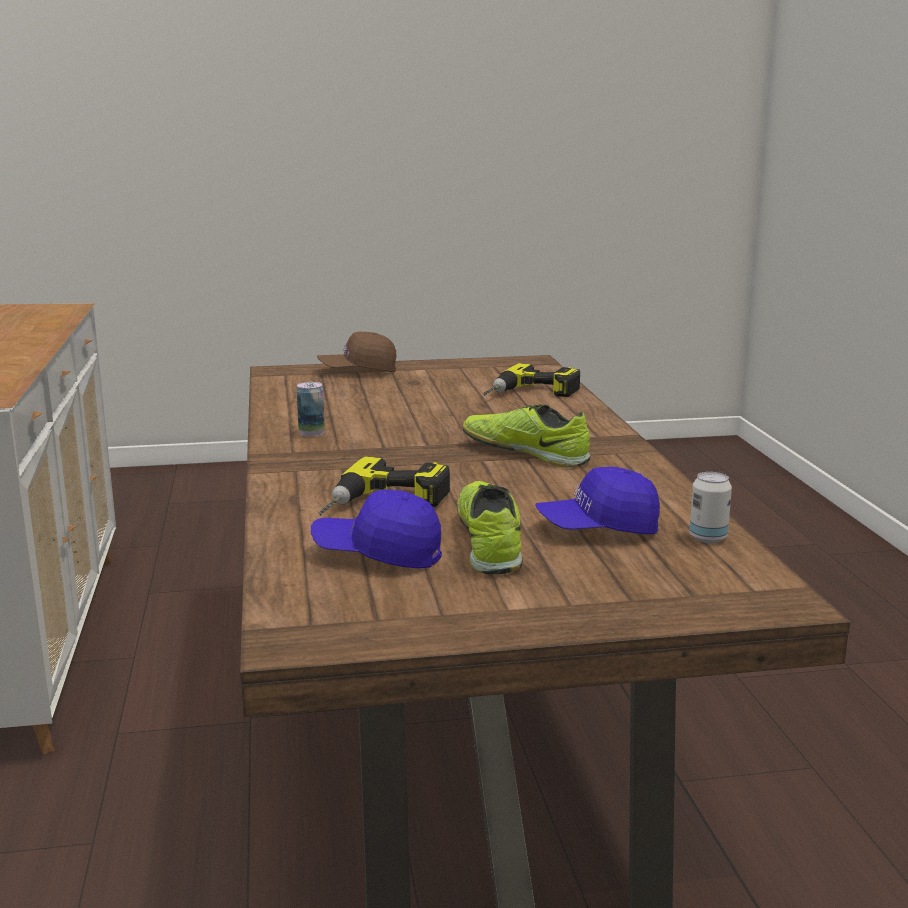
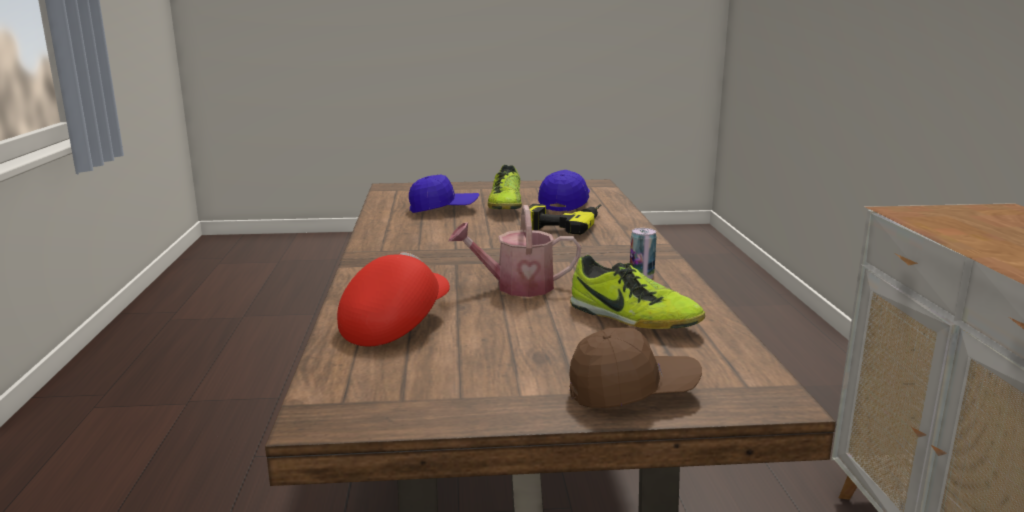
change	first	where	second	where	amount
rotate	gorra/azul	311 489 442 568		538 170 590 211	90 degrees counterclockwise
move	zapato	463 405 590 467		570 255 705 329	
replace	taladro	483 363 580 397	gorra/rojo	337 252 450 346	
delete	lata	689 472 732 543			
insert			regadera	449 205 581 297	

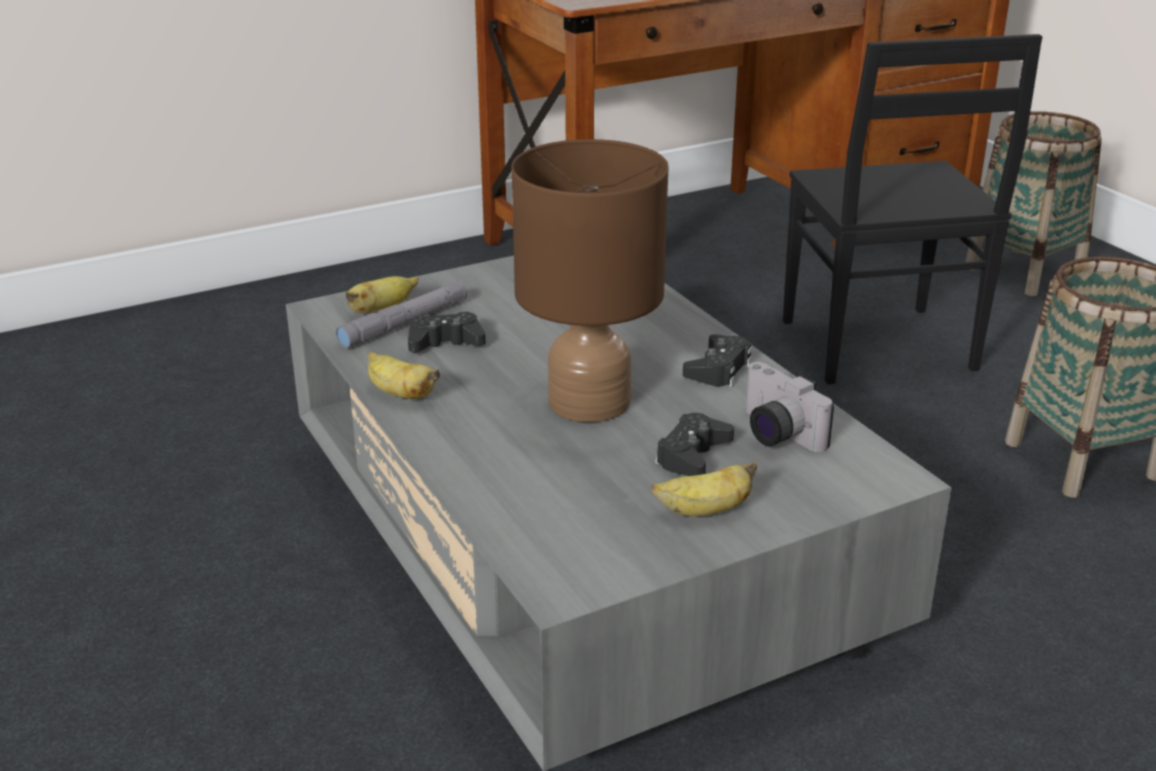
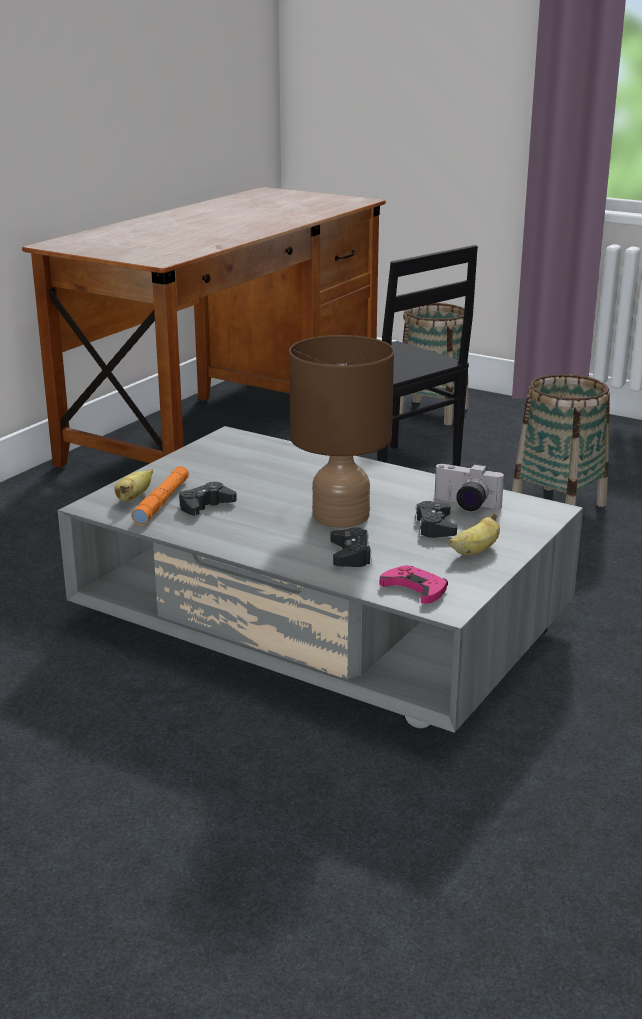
change	first	where	second	where	amount
recolor	linterna/gris	336 281 467 349	linterna/naranja	131 466 189 525	
delete	plátano	368 352 440 399			
move	mando de consola/negro	683 334 752 387		331 527 372 567	
insert			mando de consola/rosa	380 565 448 604	

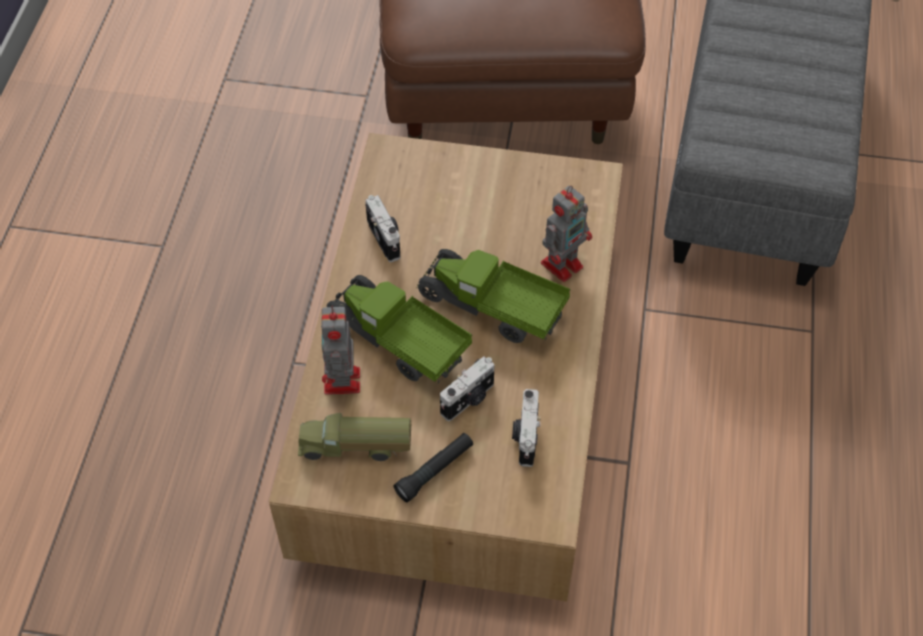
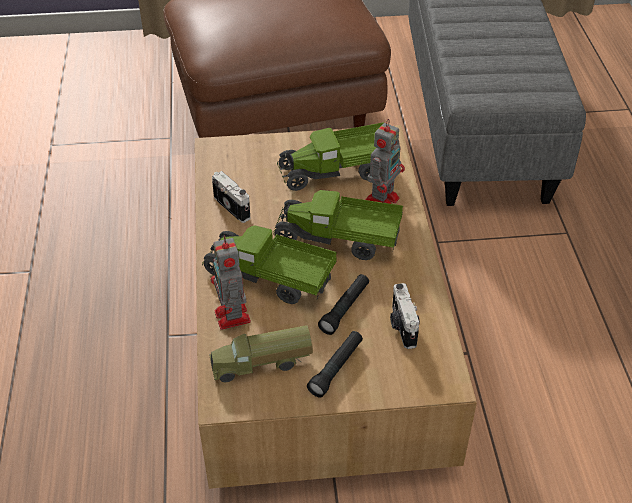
change	first	where	second	where	amount
replace	cámara	440 356 494 421	linterna/negro	318 274 369 335	
insert			camión de juguete	277 122 384 191	

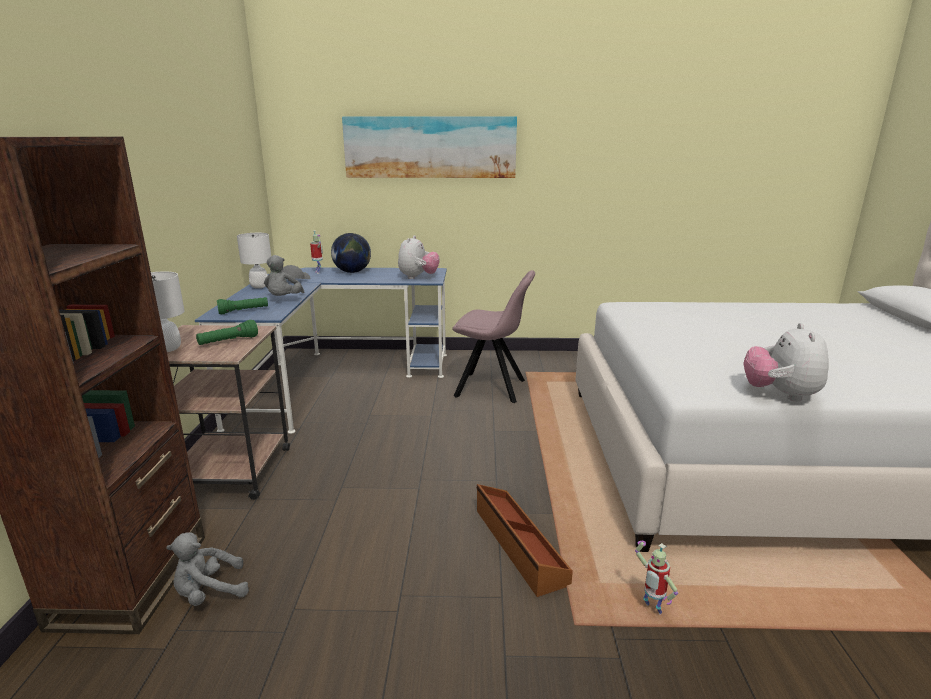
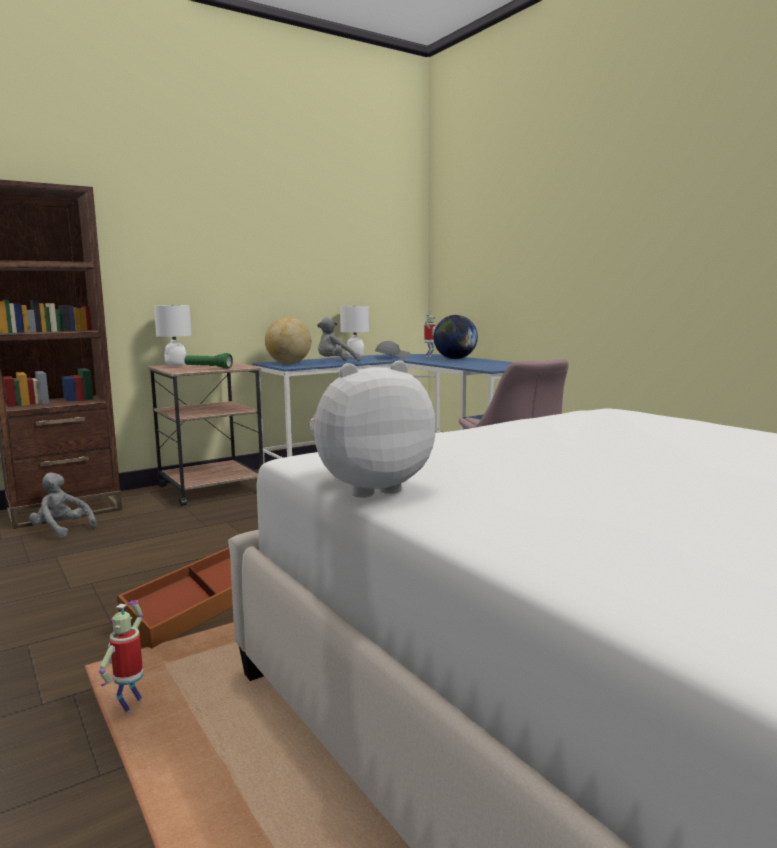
change	first	where	second	where	amount
replace	linterna/verde	217 297 268 314	globo terráqueo	265 317 311 364	
delete	cuadro	342 116 517 178			
delete	peluche	398 235 440 279			

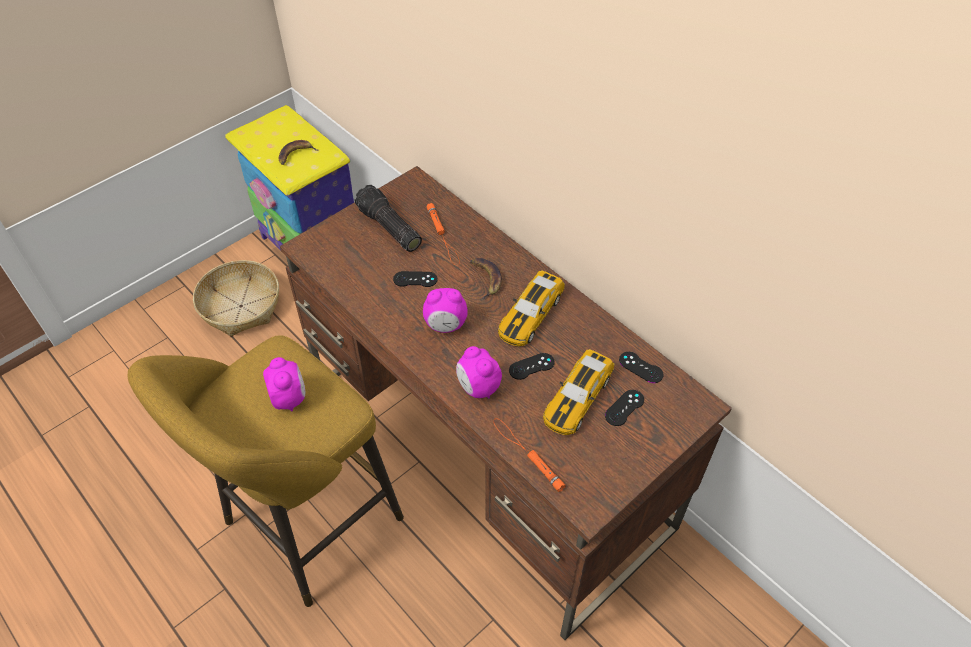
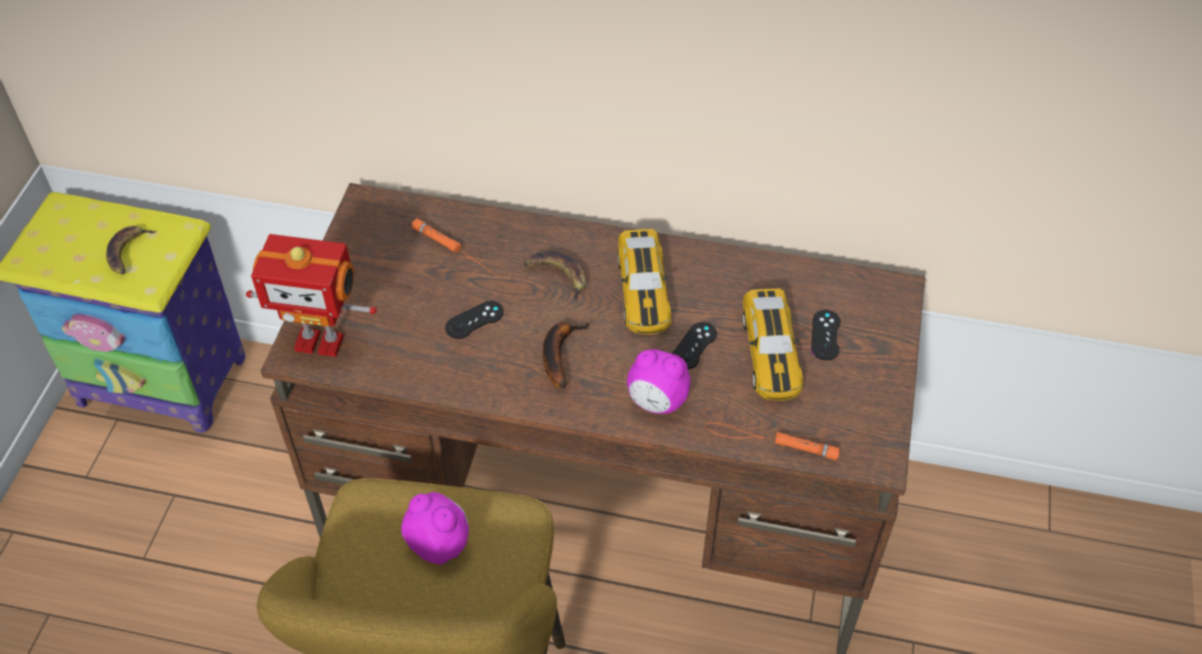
change	first	where	second	where	amount
delete	cesta	193 260 279 336			
delete	linterna	354 185 422 252			
replace	despertador	423 288 468 333	plátano	543 322 590 388	
delete	mando de consola/negro	619 352 664 383			
insert			robot de juguete	246 234 377 357	

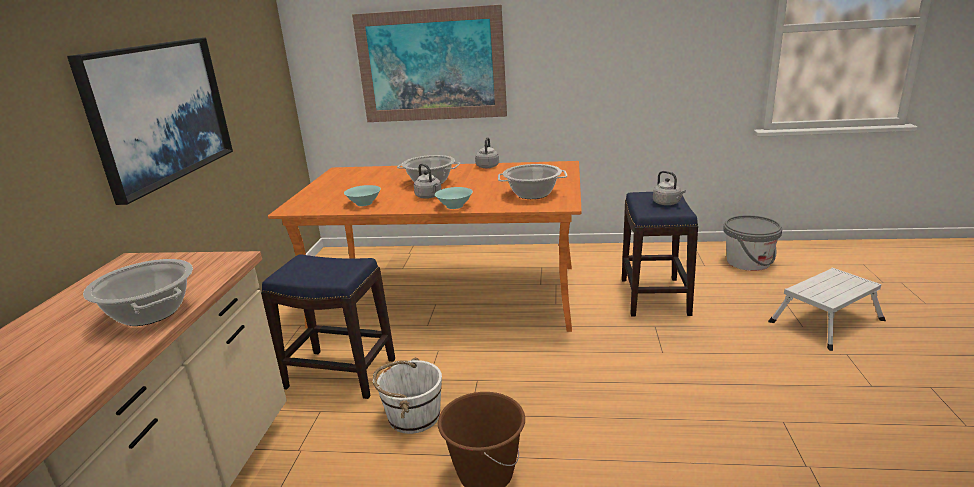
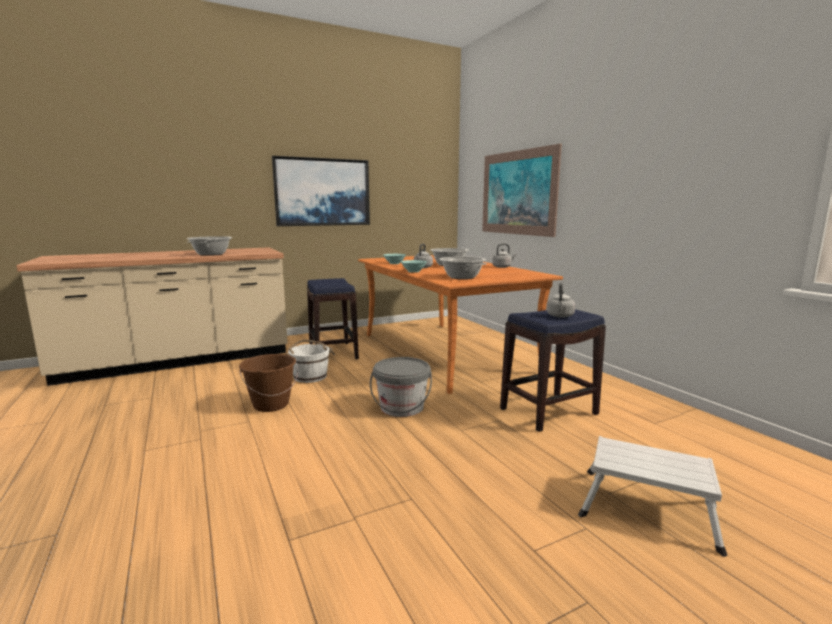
change	first	where	second	where	amount
move	cubo/gris	723 215 782 271		370 357 432 417	

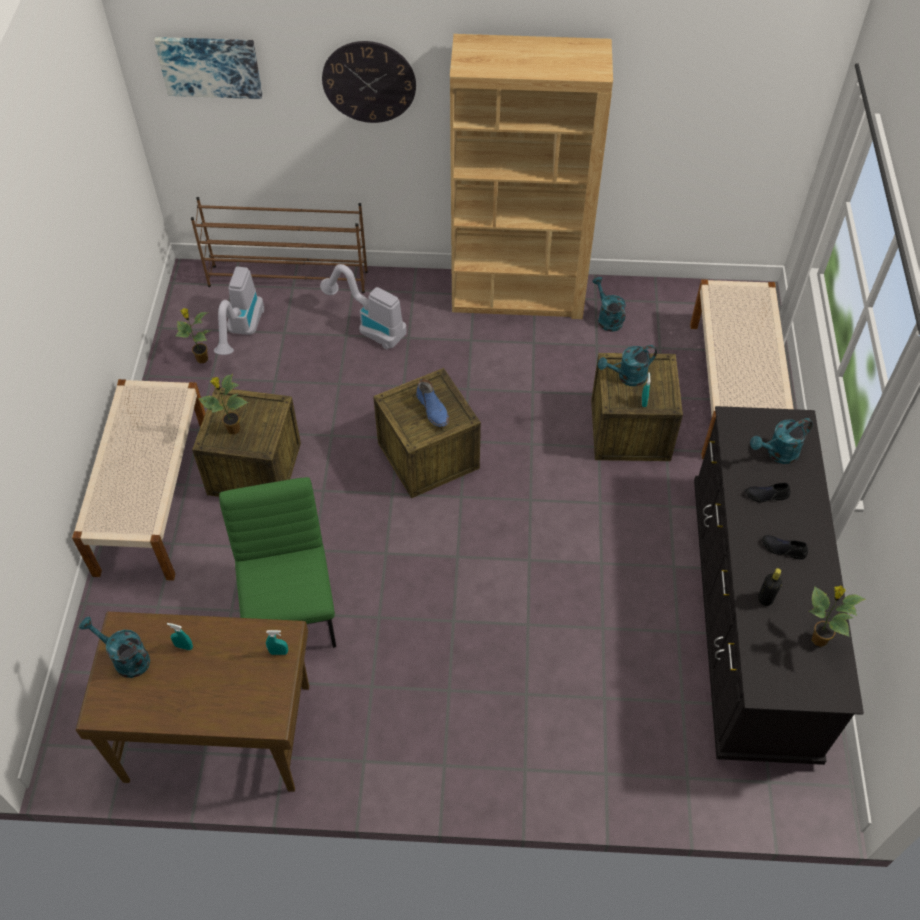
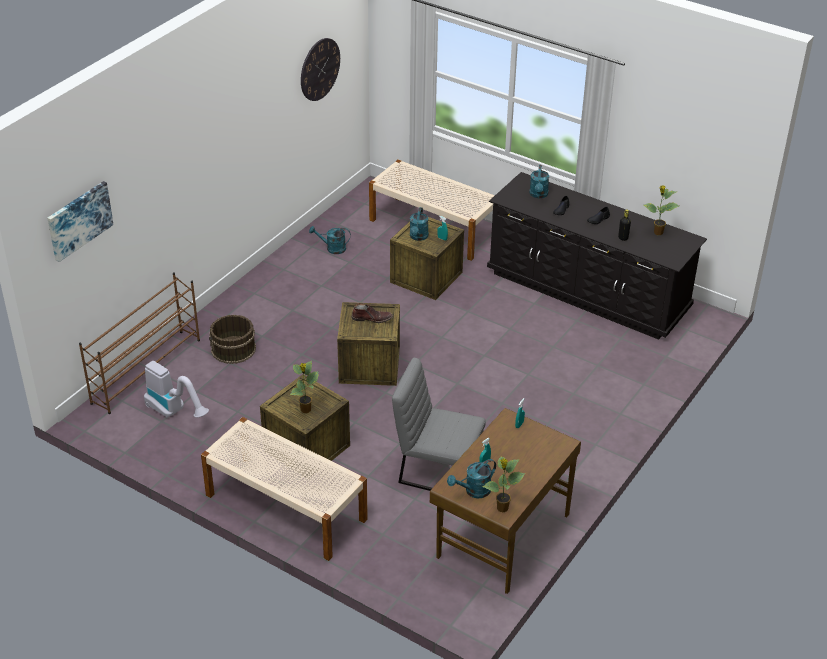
change	first	where	second	where	amount
move	planta en maceta	176 308 210 364		482 456 525 512	
recolor	silla/verde	219 477 336 648	silla/gris	392 358 486 491	
replace	aspiradora	320 264 407 349	cubo/marrón	209 315 256 364	
move	reloj de pared	322 41 416 123		301 38 340 101	
recolor	bota/azul	416 379 449 427	bota/marrón	351 303 393 323	
delete	estantería/marrón	450 34 613 319			

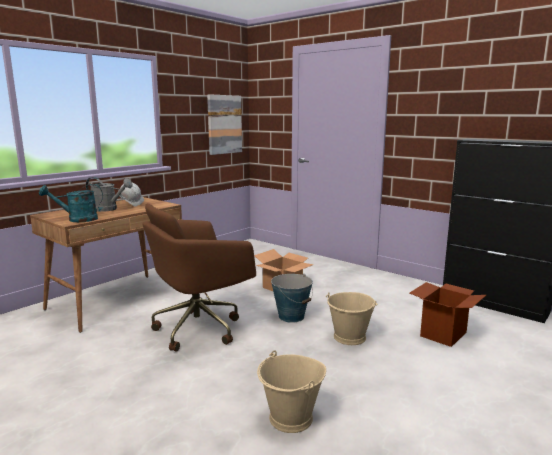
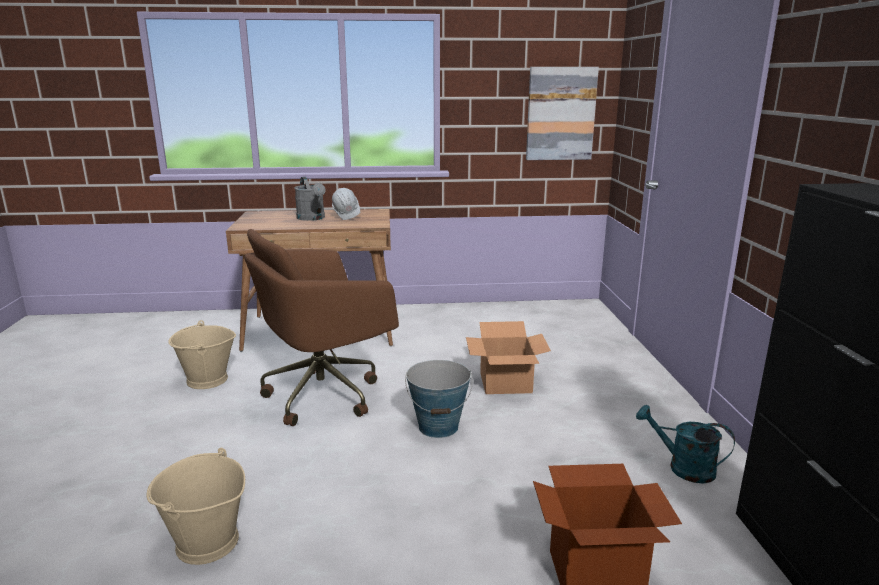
change	first	where	second	where	amount
move	regadera/turquesa	39 184 103 222		636 405 735 484	
rotate	silla de oficina/marrón	143 203 256 352		244 229 399 426	45 degrees counterclockwise
move	cubo/beis	326 292 378 345		168 320 236 389	

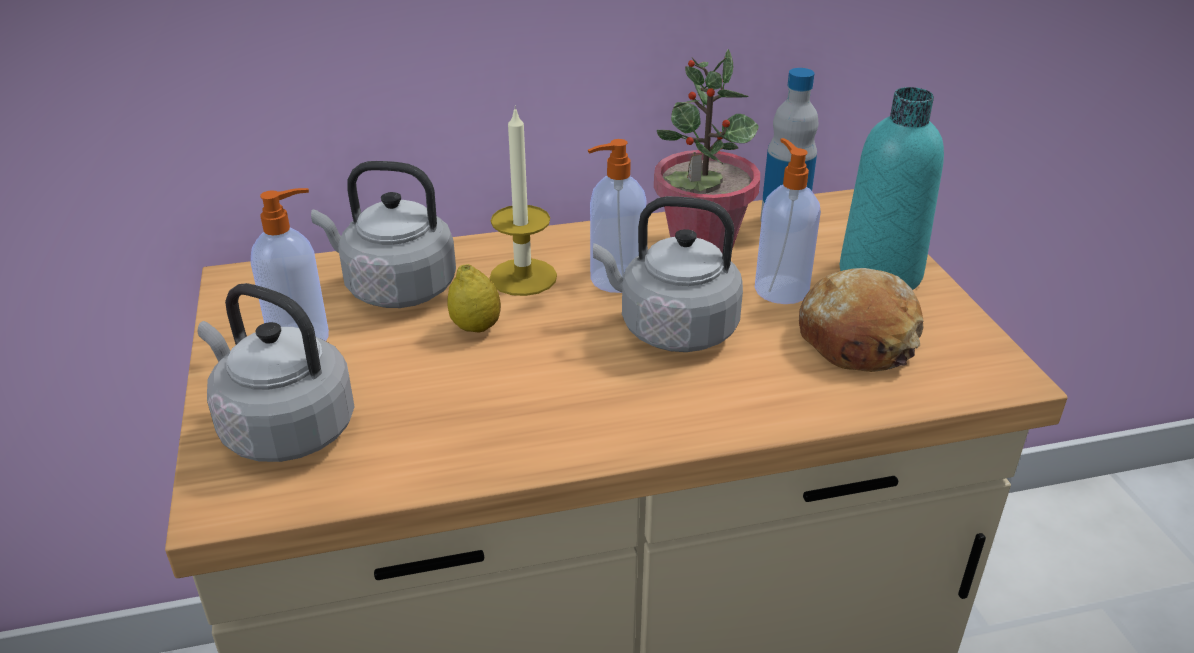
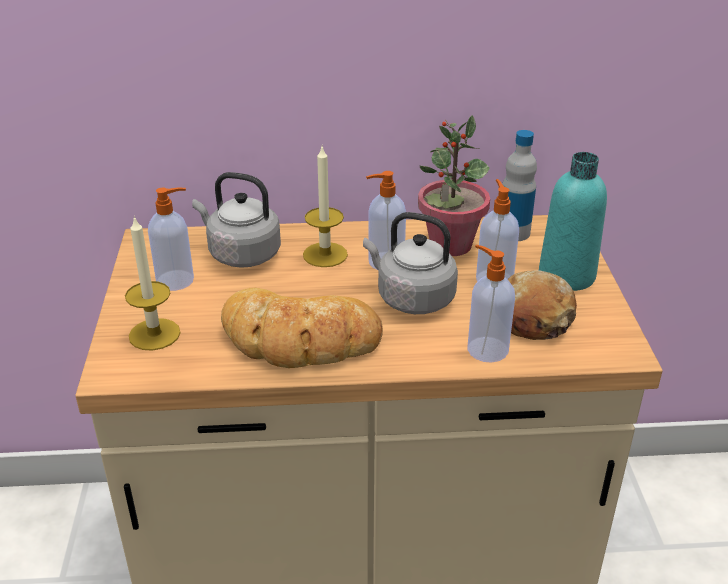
change	first	where	second	where	amount
replace	hervidor/gris	198 283 354 462	vela	125 216 180 351	
delete	limón	447 264 501 332			
insert			pan	221 288 383 368	
insert			dispensador de jabón	467 245 515 363	

